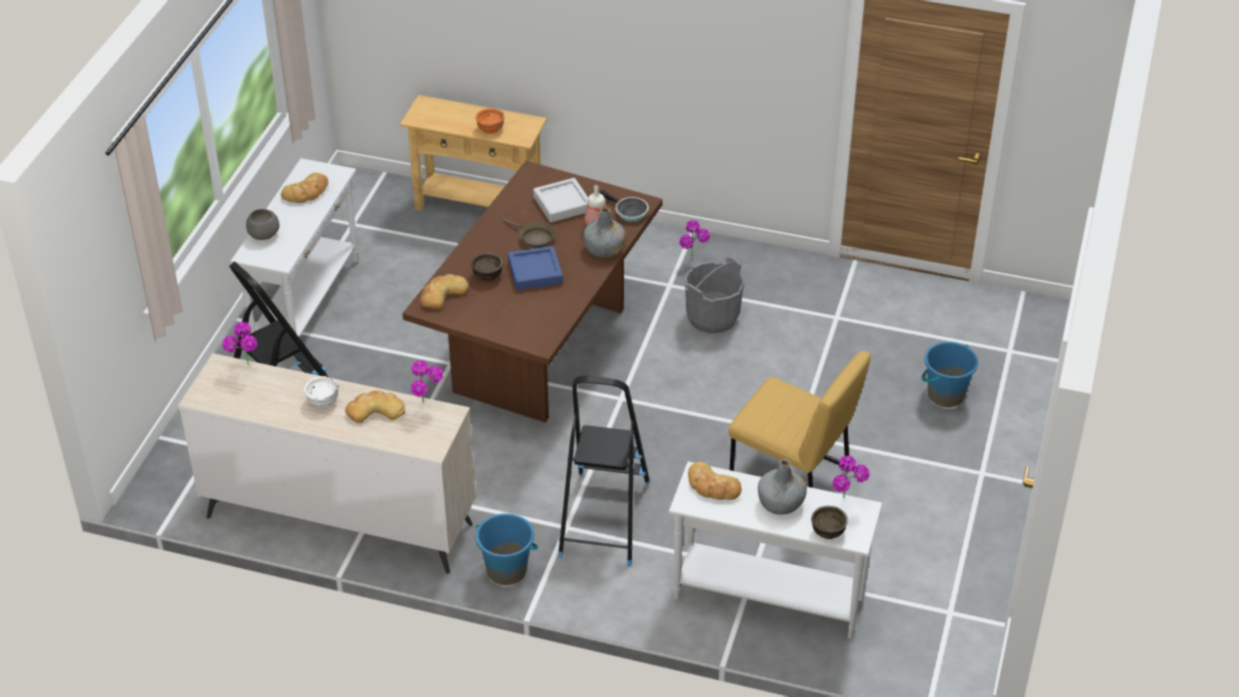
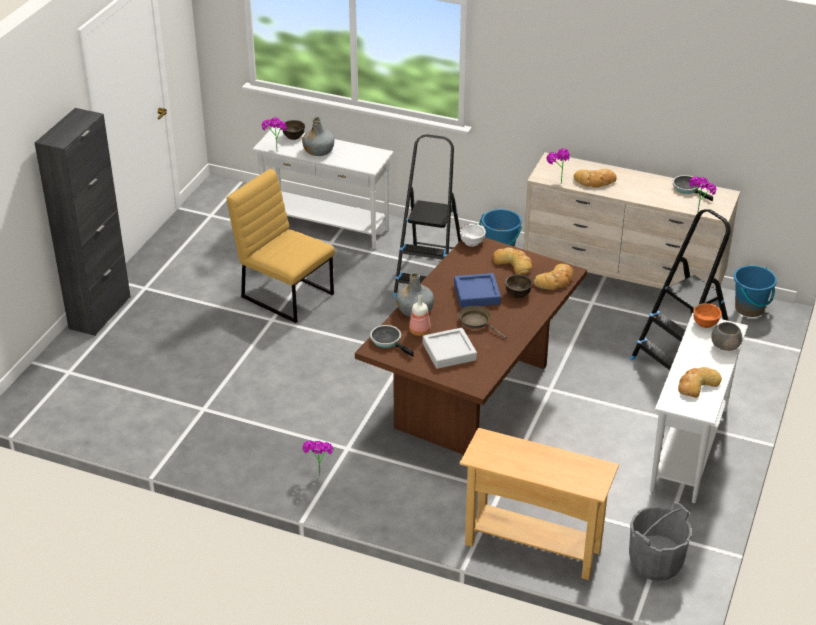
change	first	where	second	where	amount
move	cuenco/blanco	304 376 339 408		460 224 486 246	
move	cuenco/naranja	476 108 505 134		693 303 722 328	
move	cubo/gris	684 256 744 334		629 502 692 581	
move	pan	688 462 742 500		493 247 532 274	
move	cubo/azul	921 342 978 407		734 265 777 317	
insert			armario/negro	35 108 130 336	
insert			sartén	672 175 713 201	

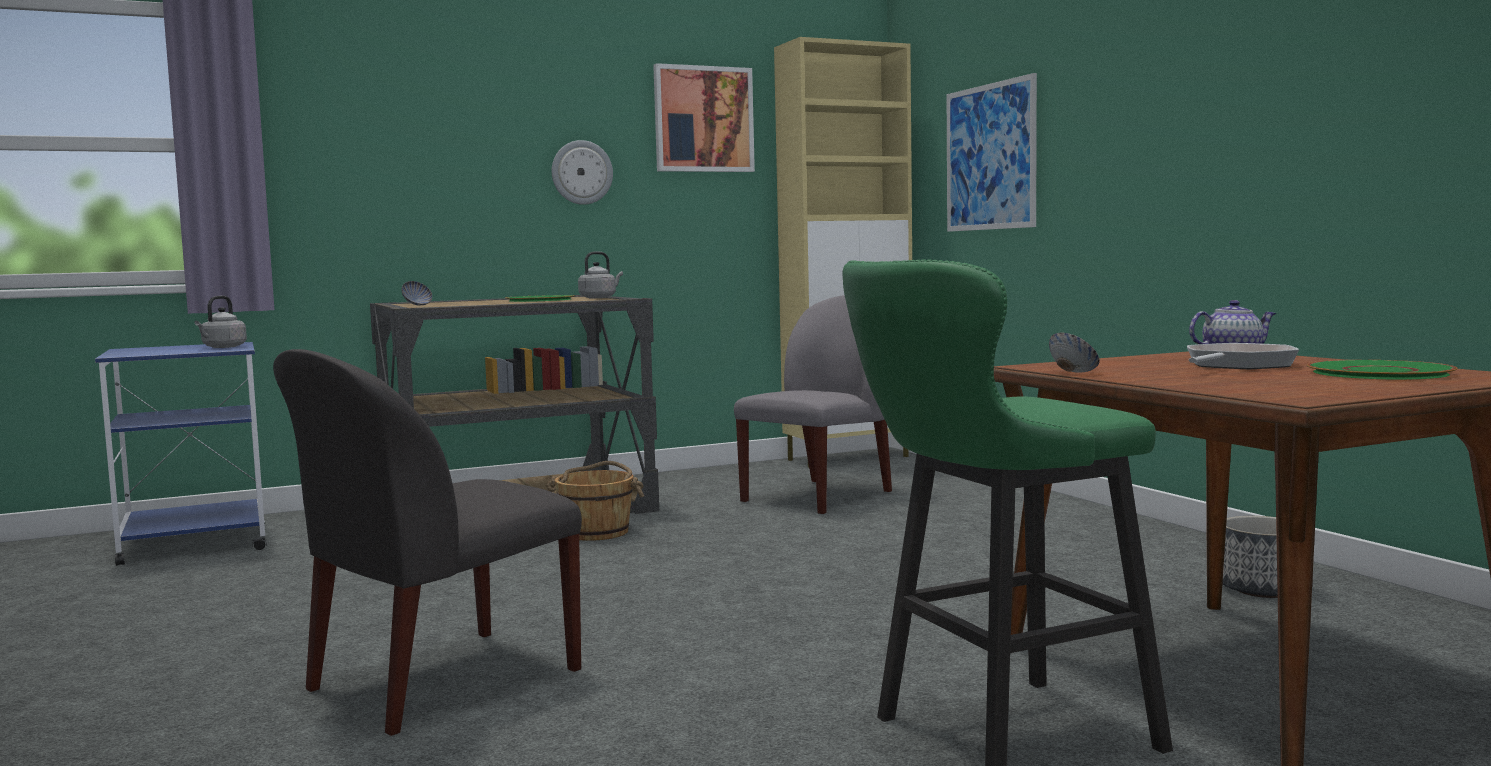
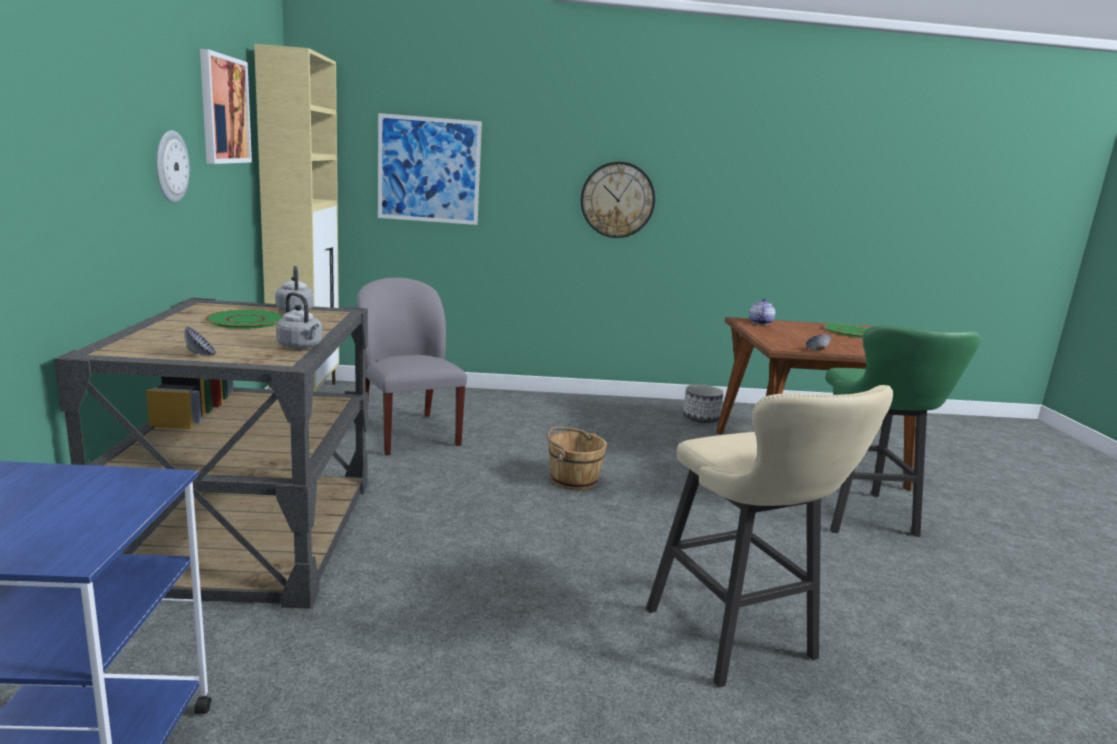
change	first	where	second	where	amount
move	hervidor/gris	194 296 247 348		276 292 322 349	
replace	silla/gris	273 349 582 736	taburete/beis	646 385 893 688	
move	cubo/marrón	546 461 644 541		547 426 607 490	
delete	sartén	1187 343 1299 369			
insert			reloj de pared	581 162 655 238	

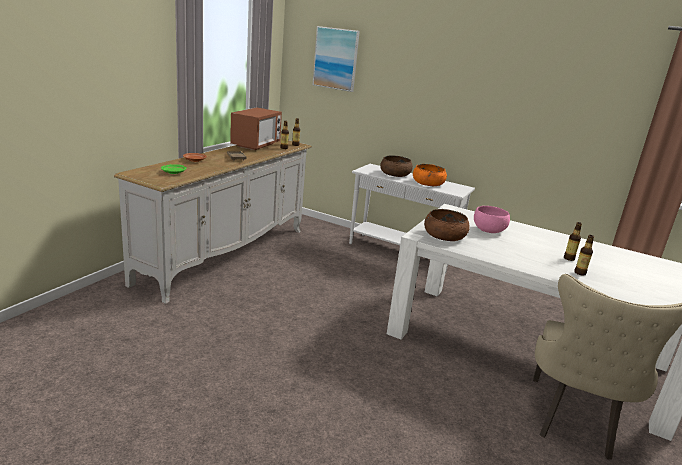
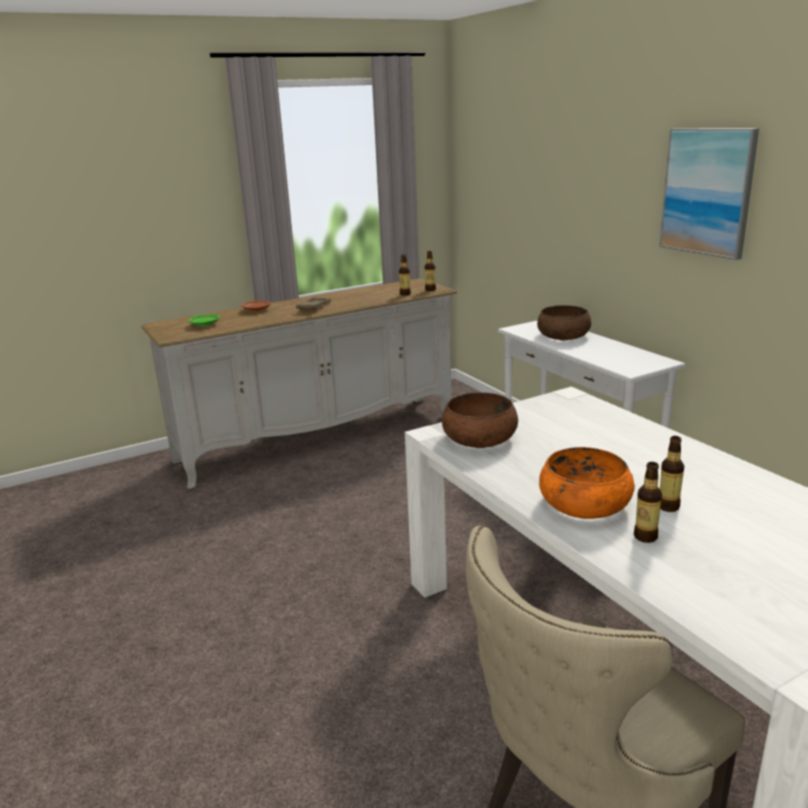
change	first	where	second	where	amount
delete	microondas	230 107 282 150			
move	cuadro	313 26 360 92		659 128 759 260	
move	cuenco/naranja	413 164 447 186		539 447 635 519	
delete	cuenco/rosa	474 206 510 233			

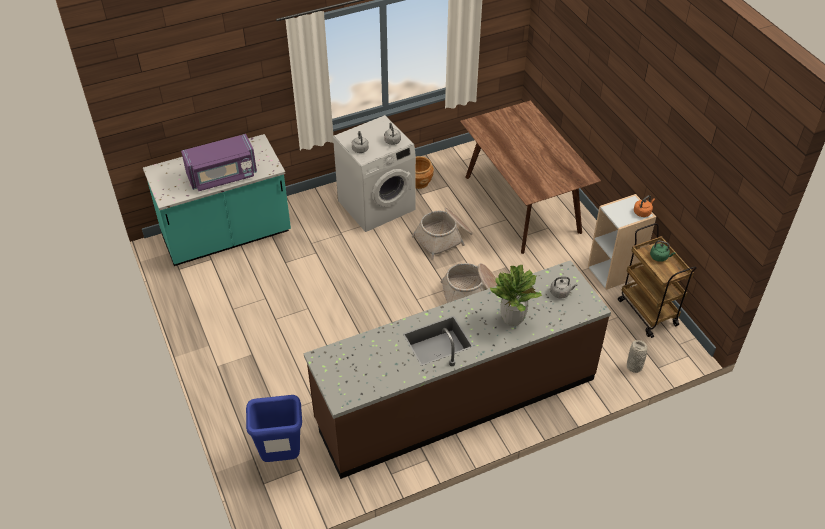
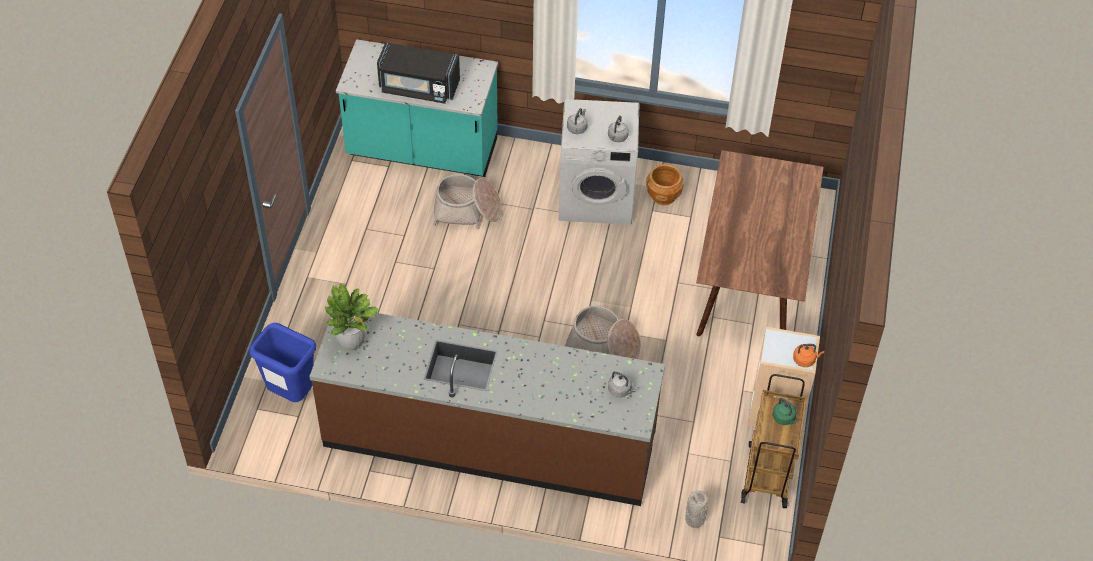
change	first	where	second	where	amount
recolor	microondas/morado	181 134 257 191	microondas/negro	377 42 460 104	
move	cesta	412 208 473 260		433 174 502 229	
move	planta en maceta	490 265 542 327		325 283 379 350	

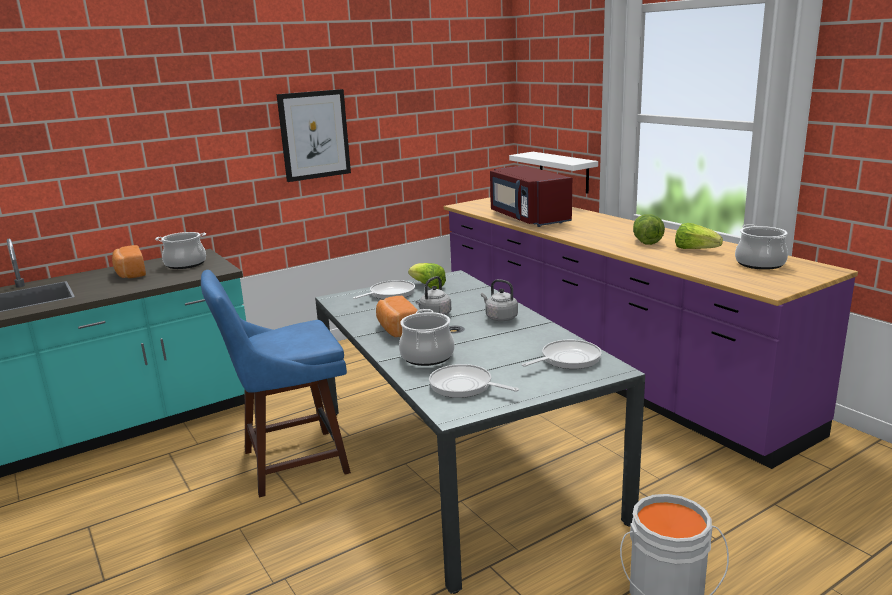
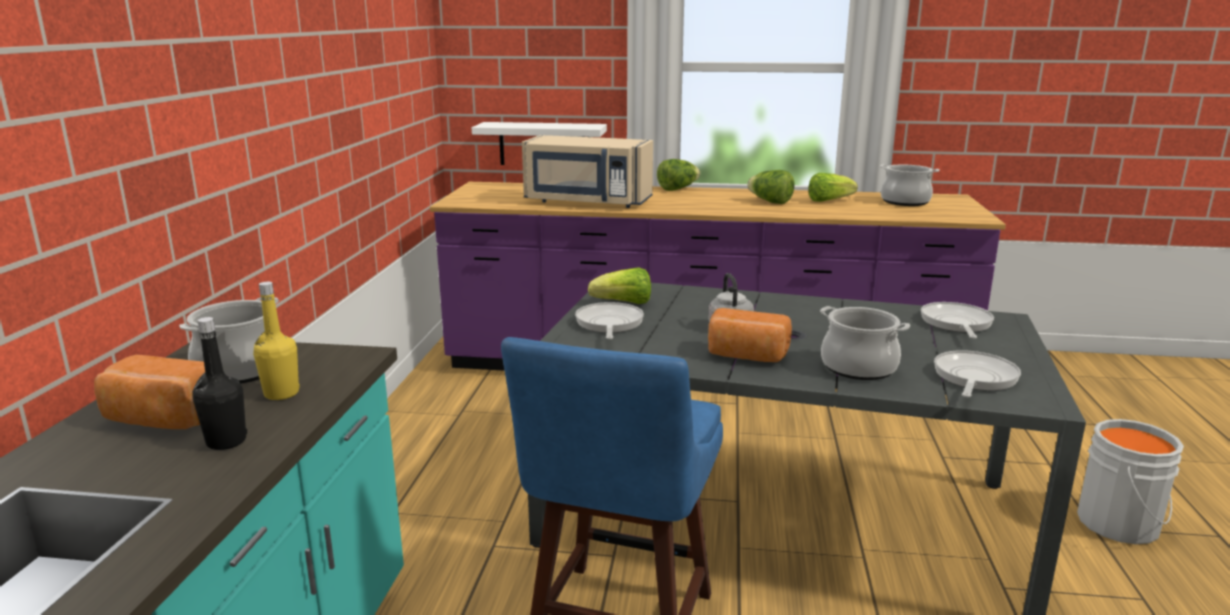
change	first	where	second	where	amount
delete	cuadro	276 89 351 182			
rotate	sartén	429 364 519 398		934 350 1021 397	135 degrees clockwise
delete	hervidor/gris	481 279 518 321			
recolor	microondas/rojo	490 165 572 227	microondas/beis	522 135 653 208	
insert			botella/negro	192 317 247 450	
insert			botella/amarillo	253 282 300 400	
insert			lechuga	657 159 700 191	

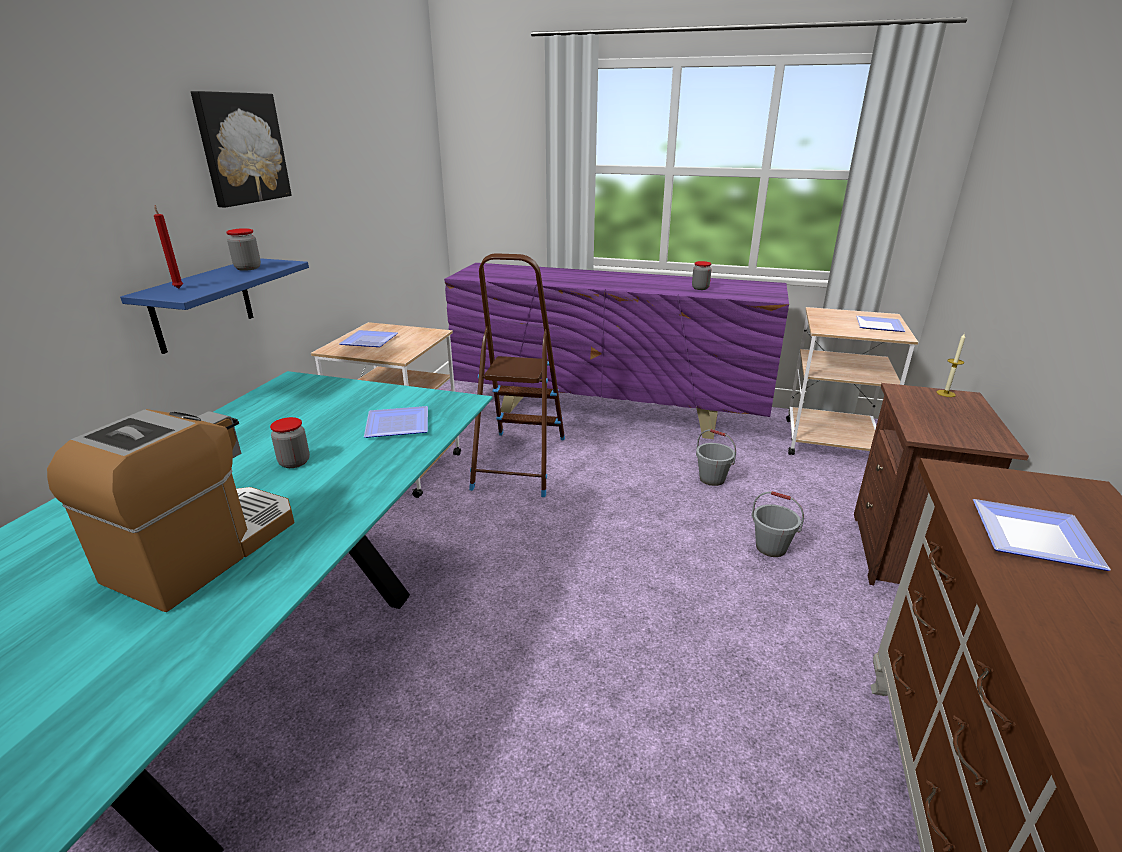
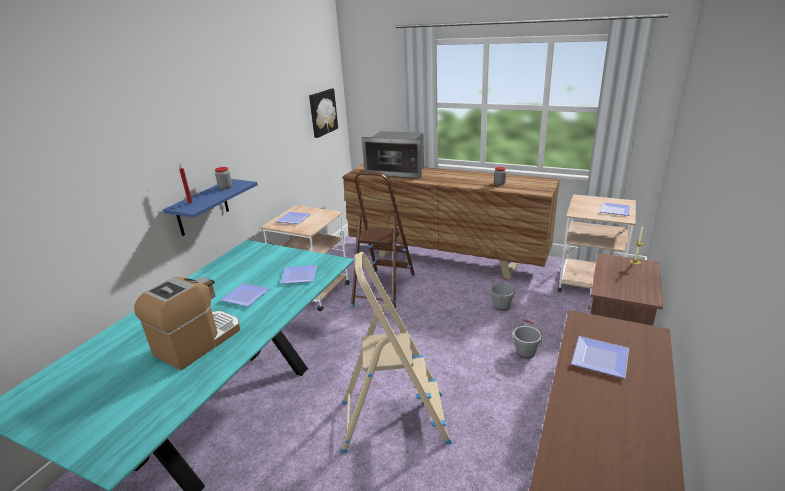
change	first	where	second	where	amount
move	cuadro	191 91 292 208		309 89 338 138	
replace	tarro	270 417 310 468	plato	221 283 270 307	
recolor	armario/morado	444 263 789 439	armario/marrón	343 163 560 279	
insert			escalera de tijera/beis	340 252 452 454	
insert			microondas	361 131 424 178	

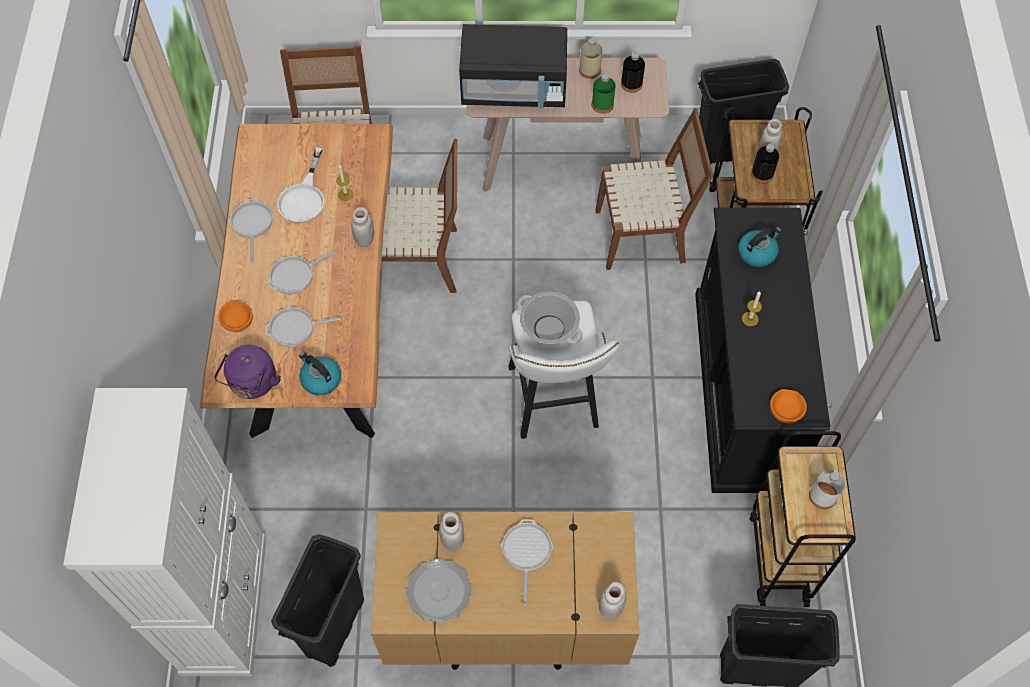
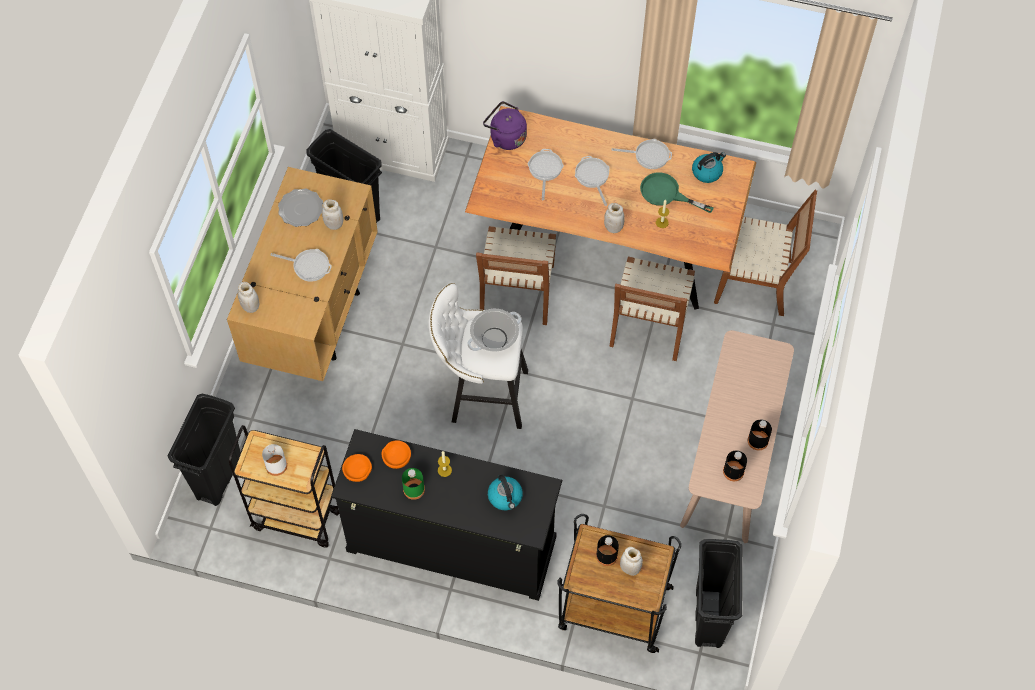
change	first	where	second	where	amount
move	cuenco/naranja	218 301 253 332		382 440 411 469	
recolor	sartén/blanco	277 148 324 223	sartén/verde	640 173 714 213	
move	hervidor	299 352 341 396		692 152 726 183	
delete	microondas/negro	459 24 567 108			
recolor	botella/beis	579 38 602 79	botella/negro	747 419 772 450	
move	botella/verde	592 74 616 114		402 468 425 500	
move	silla	595 108 714 270		476 226 556 325	

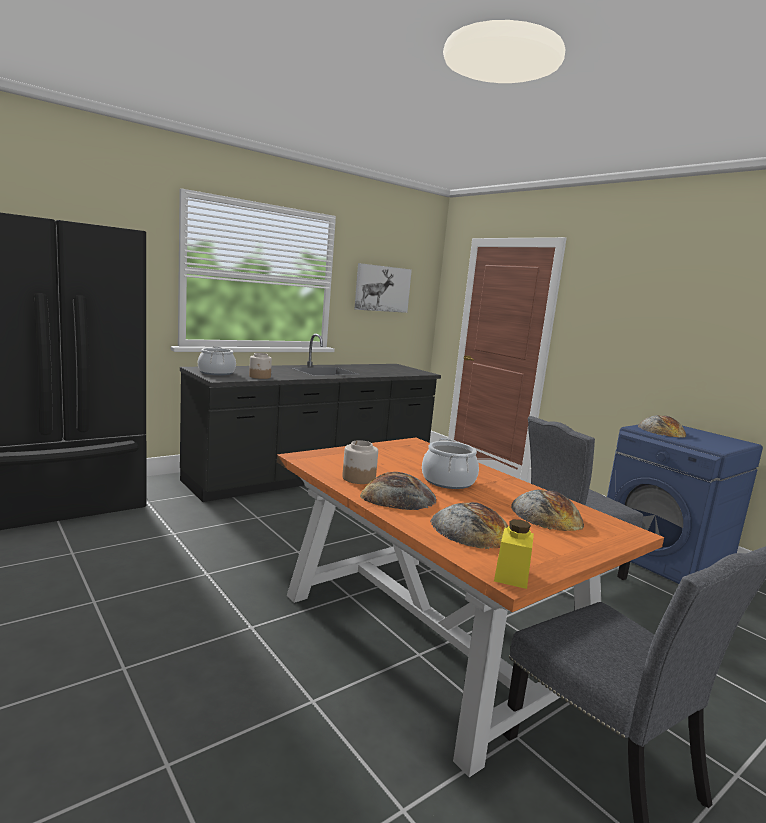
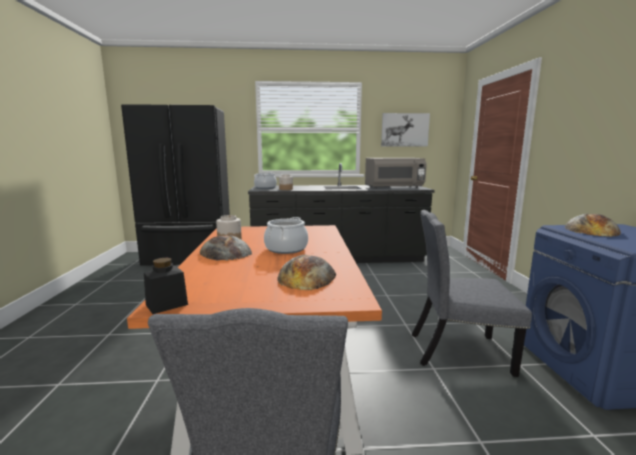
change	first	where	second	where	amount
delete	pan	430 502 508 549			
recolor	tarro/amarillo	494 519 534 589	tarro/negro	144 258 188 314	
insert			microondas/gris	365 158 427 189	

